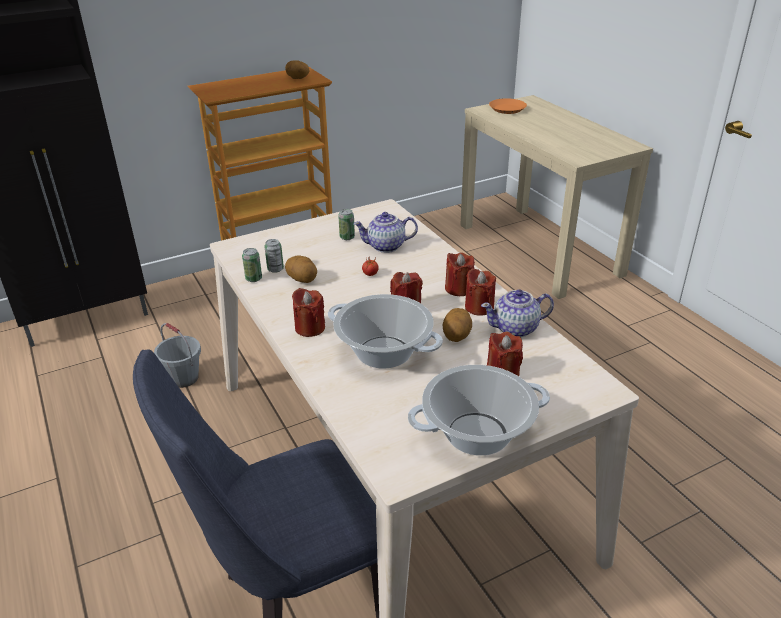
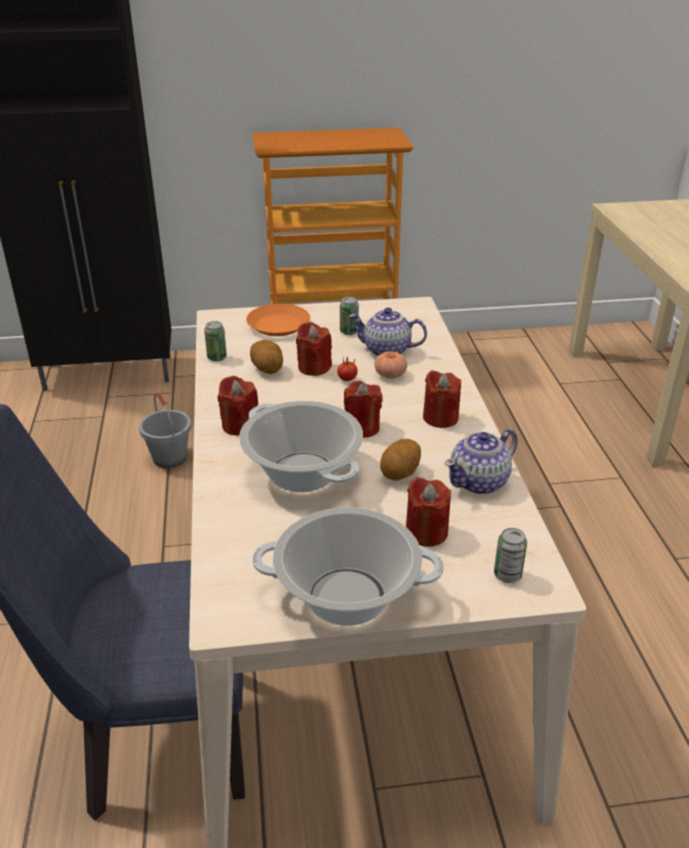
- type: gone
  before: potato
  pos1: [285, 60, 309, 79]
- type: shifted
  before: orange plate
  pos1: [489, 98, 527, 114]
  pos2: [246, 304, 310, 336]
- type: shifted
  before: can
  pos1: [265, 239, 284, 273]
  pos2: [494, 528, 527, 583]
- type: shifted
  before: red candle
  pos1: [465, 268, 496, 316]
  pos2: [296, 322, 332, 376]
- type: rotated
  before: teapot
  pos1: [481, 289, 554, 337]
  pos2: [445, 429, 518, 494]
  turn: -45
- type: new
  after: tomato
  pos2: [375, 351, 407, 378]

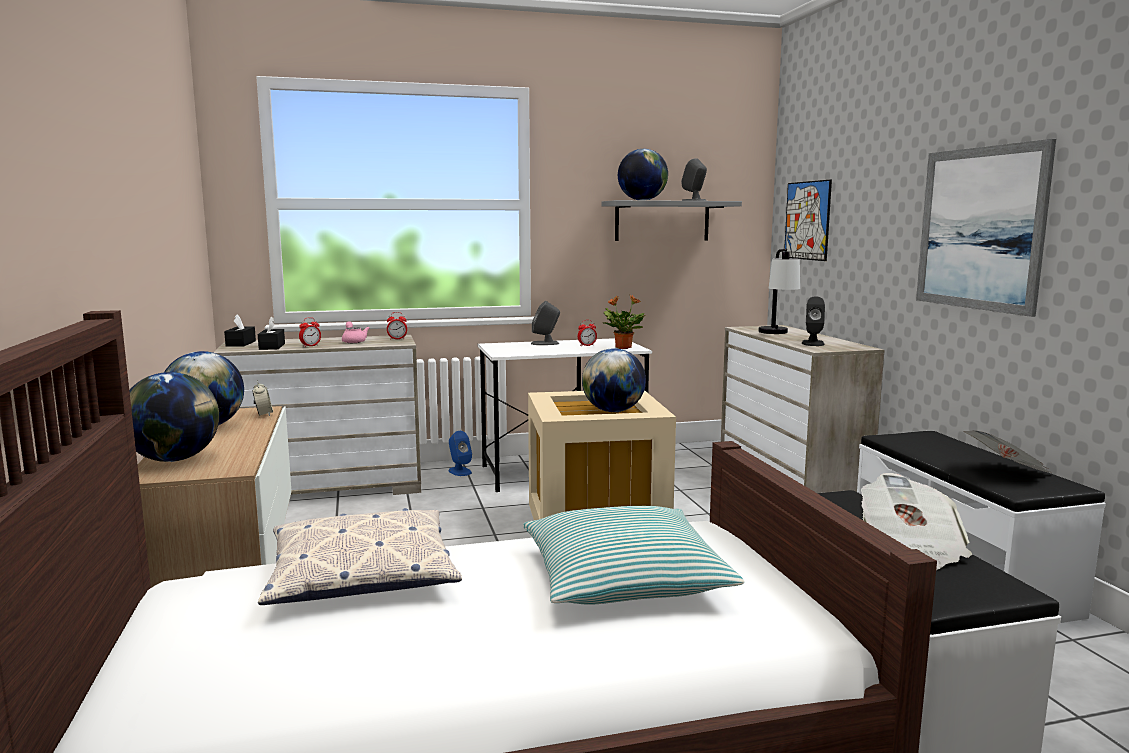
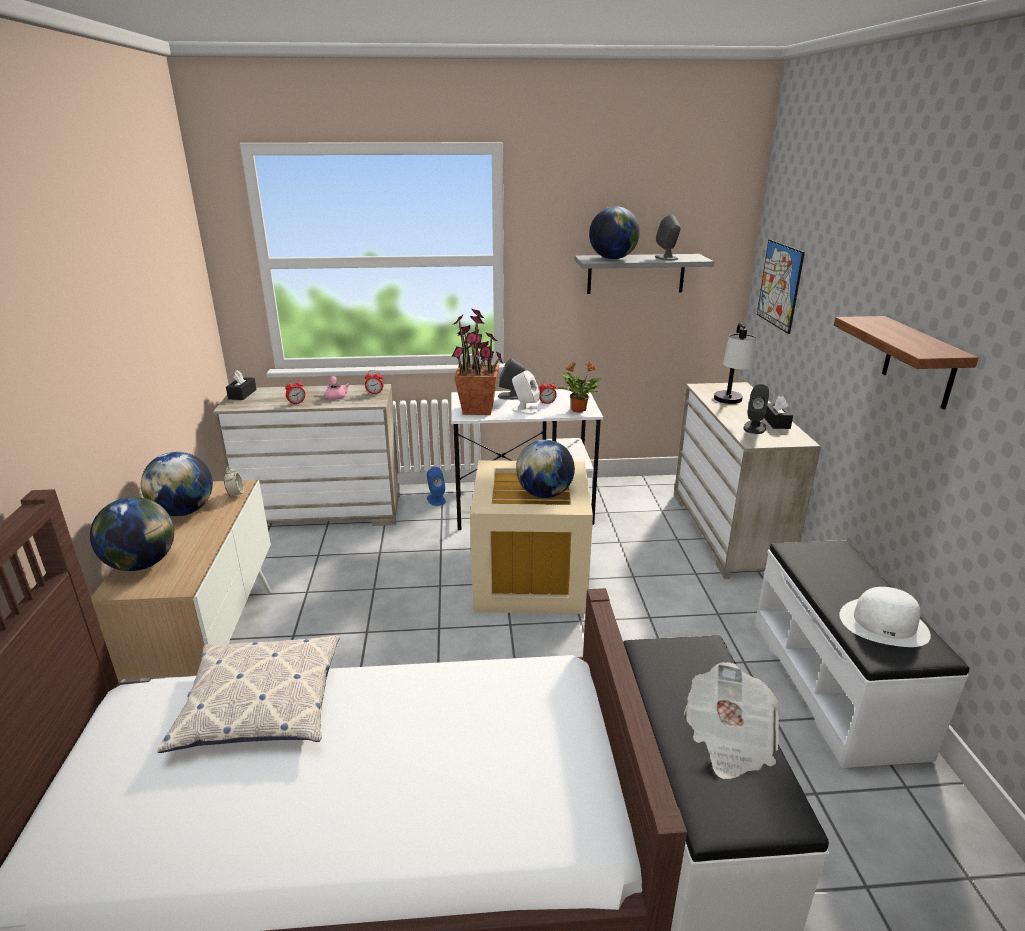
- type: swapped
  before: picture
  after: shelf
  pos1: [916, 139, 1056, 317]
  pos2: [834, 316, 978, 410]
- type: shifted
  before: black tissue box
  pos1: [258, 316, 285, 350]
  pos2: [764, 396, 793, 429]
- type: swapped
  before: newspaper
  after: white hat
  pos1: [963, 430, 1053, 473]
  pos2: [840, 587, 931, 647]
- type: gone
  before: pillow
  pos1: [523, 506, 744, 605]
- type: new
  after: potted plant
  pos2: [452, 309, 503, 415]
- type: new
  after: white speaker
  pos2: [512, 370, 540, 415]

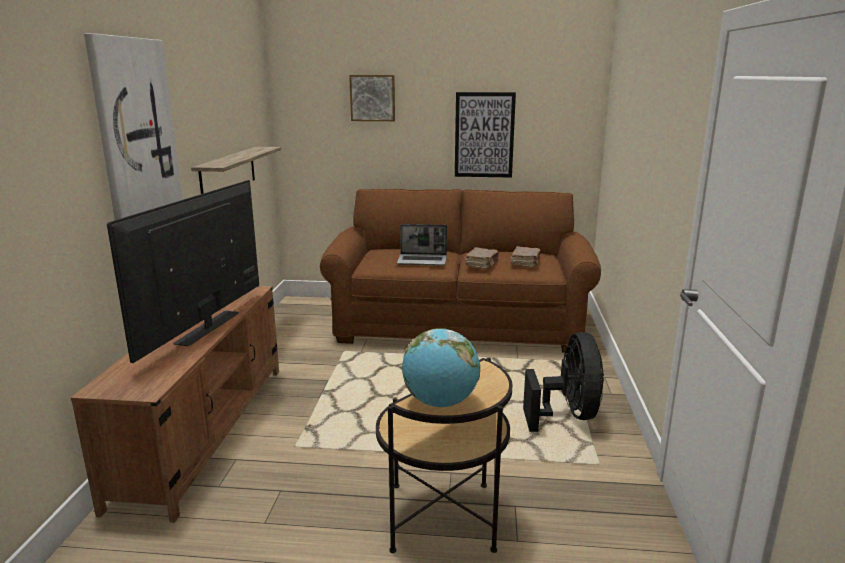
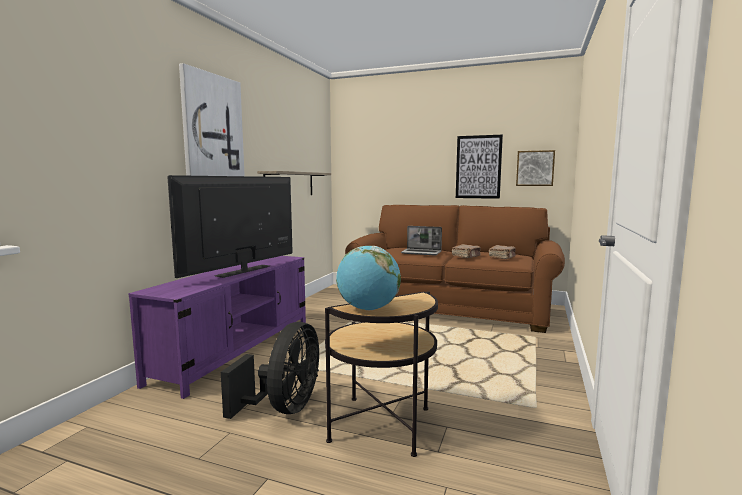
- type: shifted
  before: picture
  pos1: [349, 75, 395, 121]
  pos2: [516, 150, 555, 186]
- type: repainted
  before: brown tv stand
  after: purple tv stand
  pos1: [71, 286, 279, 523]
  pos2: [128, 256, 306, 399]
- type: shifted
  before: black fan
  pos1: [523, 332, 604, 432]
  pos2: [221, 322, 319, 419]

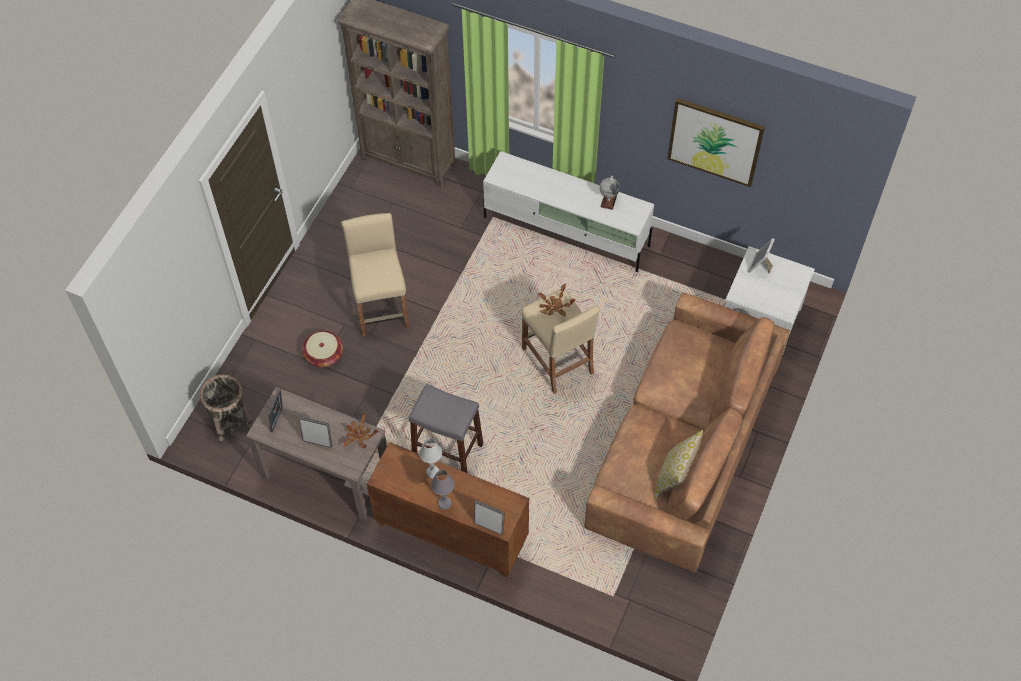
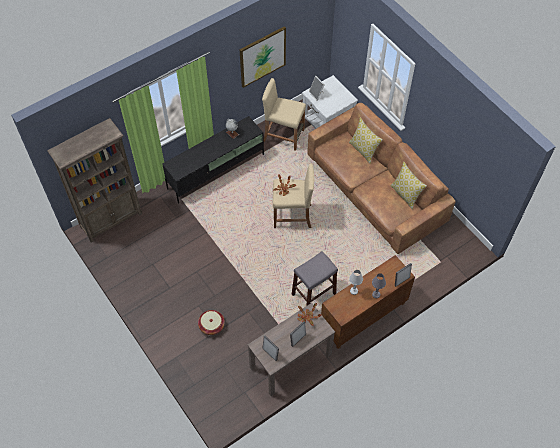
- type: repainted
  before: white tv stand
  after: black tv stand
  pos1: [483, 151, 654, 272]
  pos2: [162, 116, 264, 204]
- type: shifted
  before: beige stool
  pos1: [341, 213, 409, 337]
  pos2: [262, 78, 306, 151]
- type: gone
  before: basket
  pos1: [200, 374, 253, 441]
- type: new
  after: pillow
  pos2: [349, 117, 383, 164]

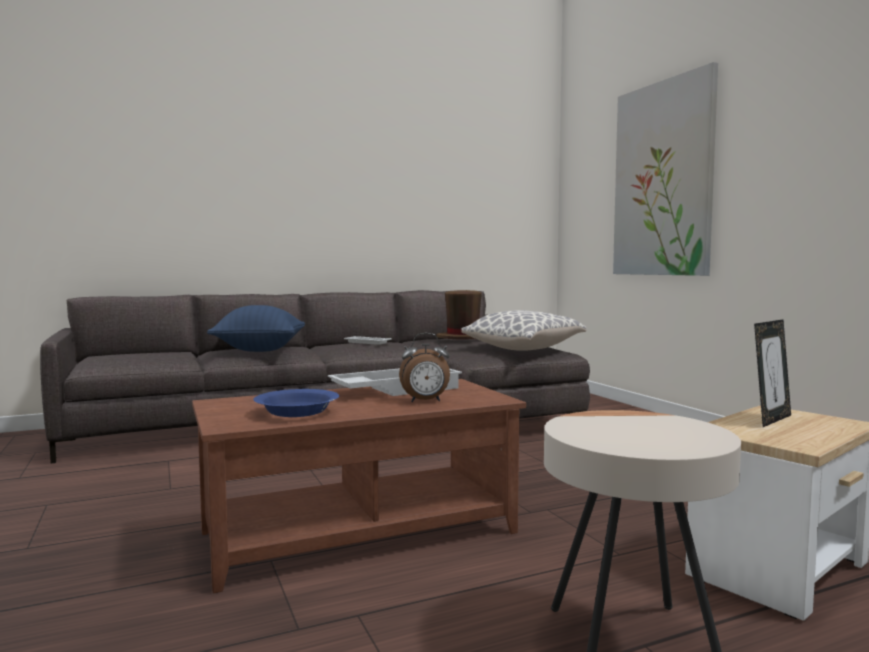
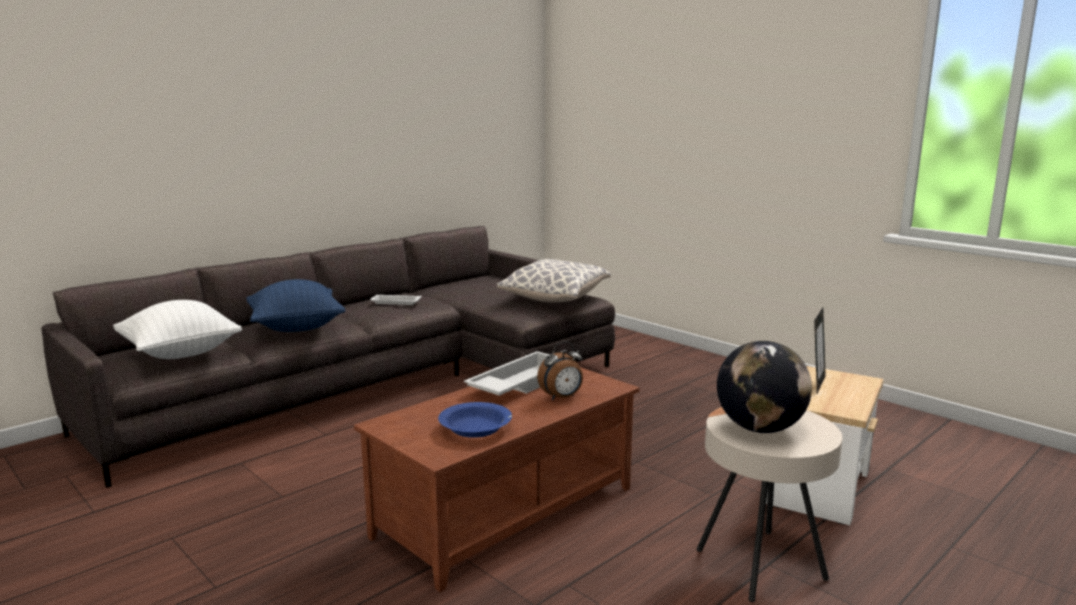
- type: gone
  before: picture
  pos1: [613, 62, 718, 276]
- type: gone
  before: brown hat
  pos1: [437, 290, 482, 339]
- type: new
  after: white pillow
  pos2: [113, 300, 242, 359]
- type: new
  after: globe
  pos2: [717, 341, 812, 433]

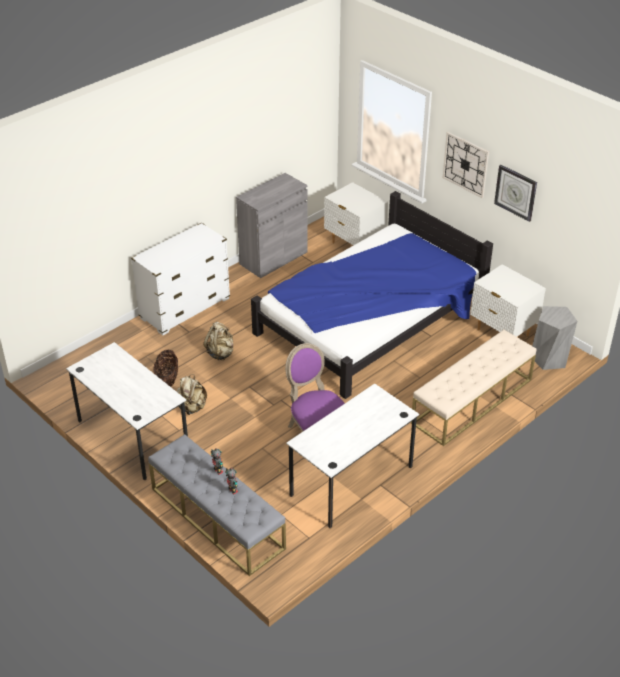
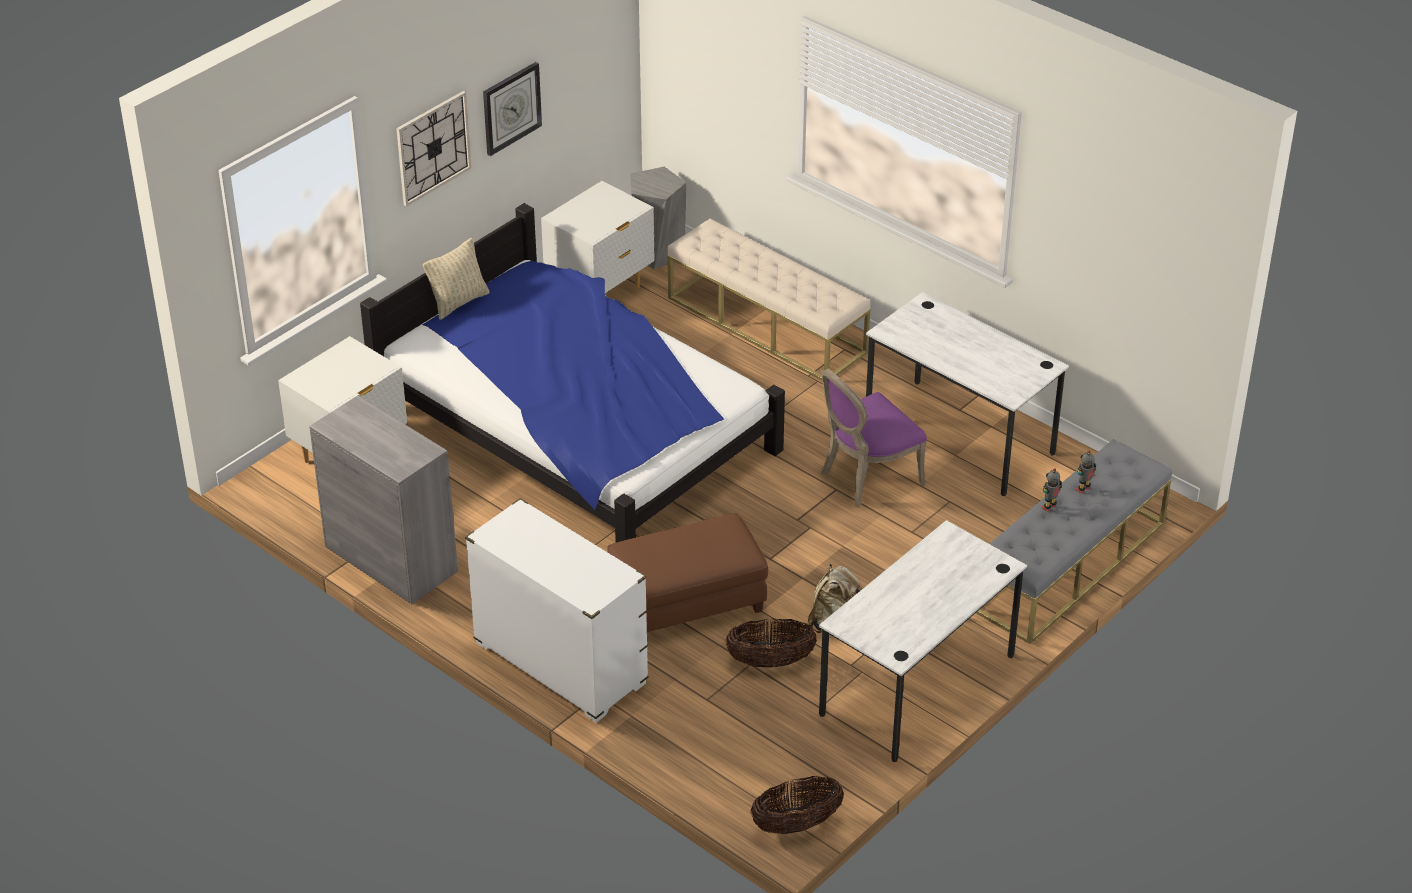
- type: swapped
  before: beige backpack
  after: brown ottoman
  pos1: [204, 322, 234, 360]
  pos2: [607, 514, 768, 632]
- type: new
  after: beige pillow
  pos2: [423, 238, 490, 320]
- type: new
  after: basket
  pos2: [750, 776, 844, 834]

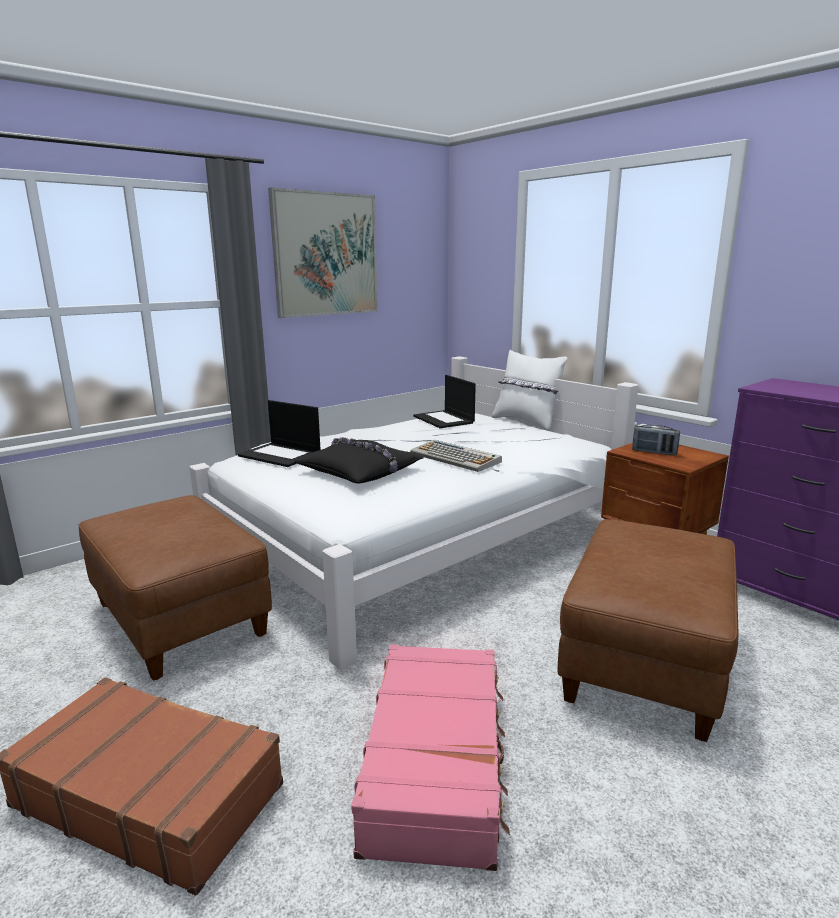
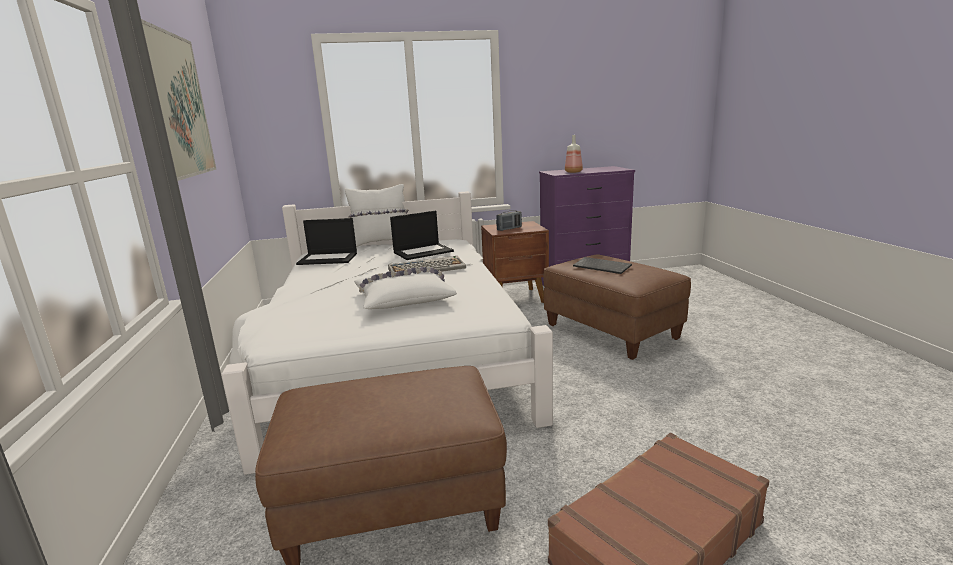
- type: shifted
  before: laptop
  pos1: [238, 400, 321, 467]
  pos2: [390, 211, 454, 260]
- type: repainted
  before: black pillow
  after: white pillow
  pos1: [294, 437, 424, 484]
  pos2: [354, 267, 457, 309]
- type: gone
  before: pink suitcase
  pos1: [351, 644, 510, 871]
- type: new
  after: bottle
  pos2: [565, 135, 583, 173]
- type: new
  after: keyboard
  pos2: [573, 257, 632, 274]

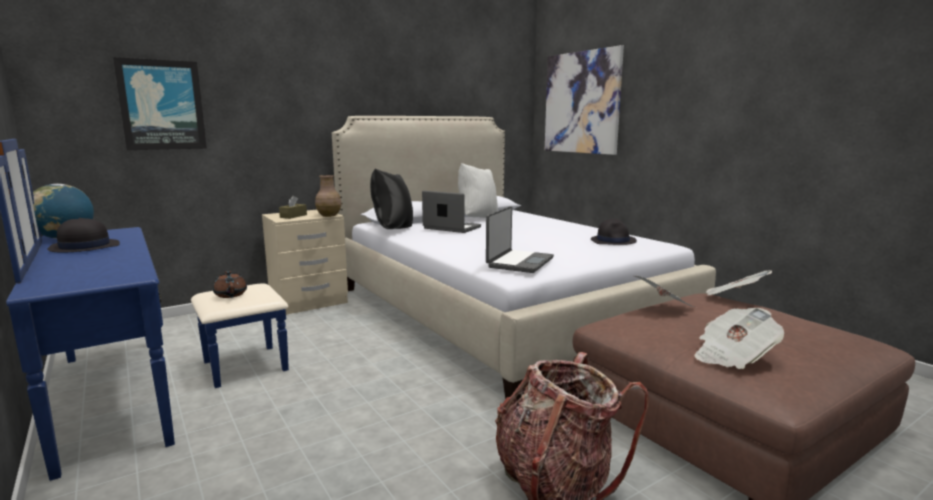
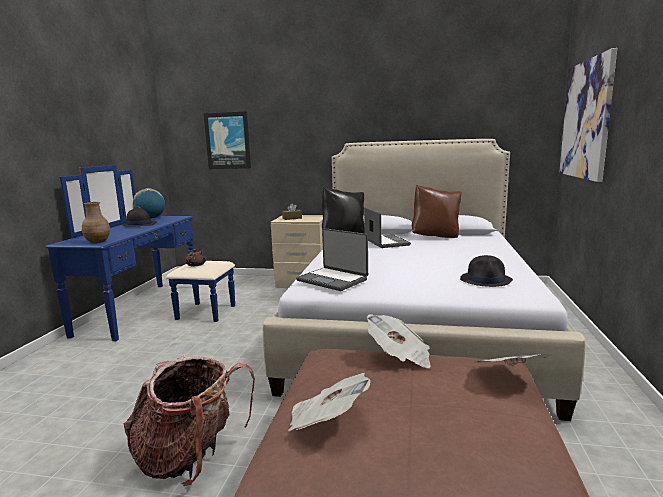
- type: repainted
  before: white pillow
  after: brown pillow
  pos1: [458, 163, 498, 218]
  pos2: [412, 185, 462, 238]
- type: shifted
  before: brown vase
  pos1: [315, 175, 341, 217]
  pos2: [82, 202, 110, 243]
- type: rotated
  before: laptop
  pos1: [486, 206, 554, 273]
  pos2: [296, 228, 368, 291]
  turn: 60

